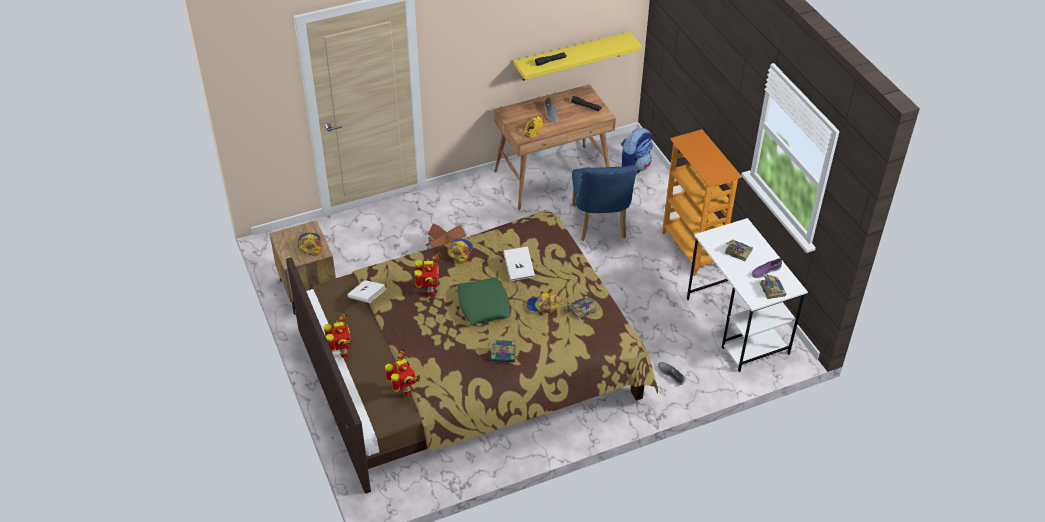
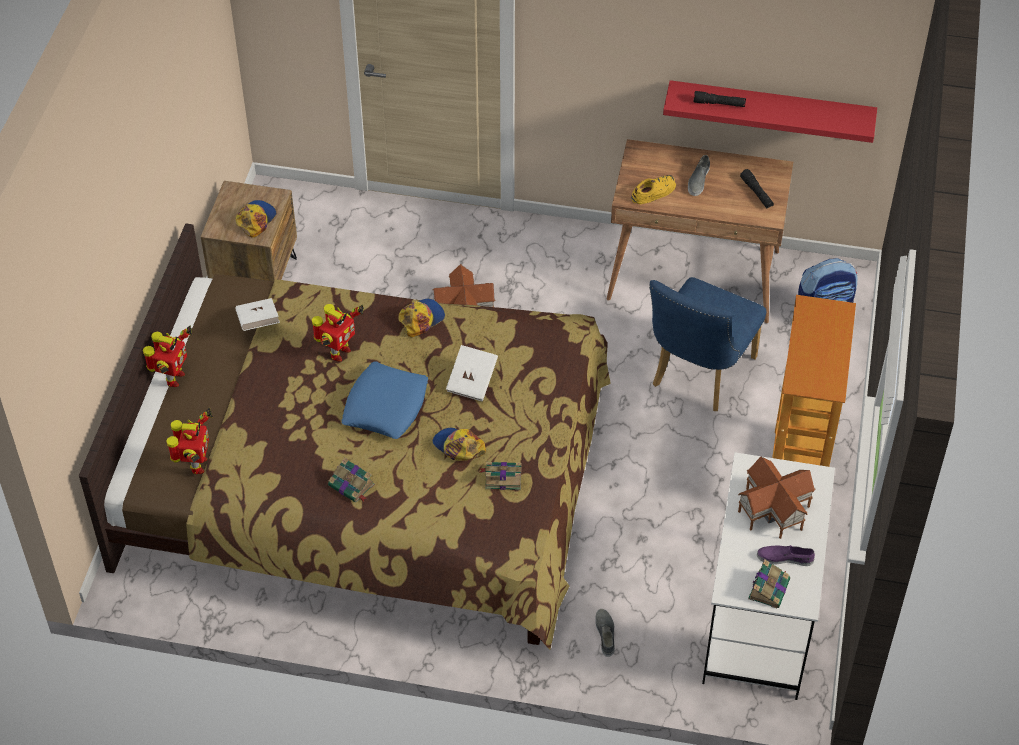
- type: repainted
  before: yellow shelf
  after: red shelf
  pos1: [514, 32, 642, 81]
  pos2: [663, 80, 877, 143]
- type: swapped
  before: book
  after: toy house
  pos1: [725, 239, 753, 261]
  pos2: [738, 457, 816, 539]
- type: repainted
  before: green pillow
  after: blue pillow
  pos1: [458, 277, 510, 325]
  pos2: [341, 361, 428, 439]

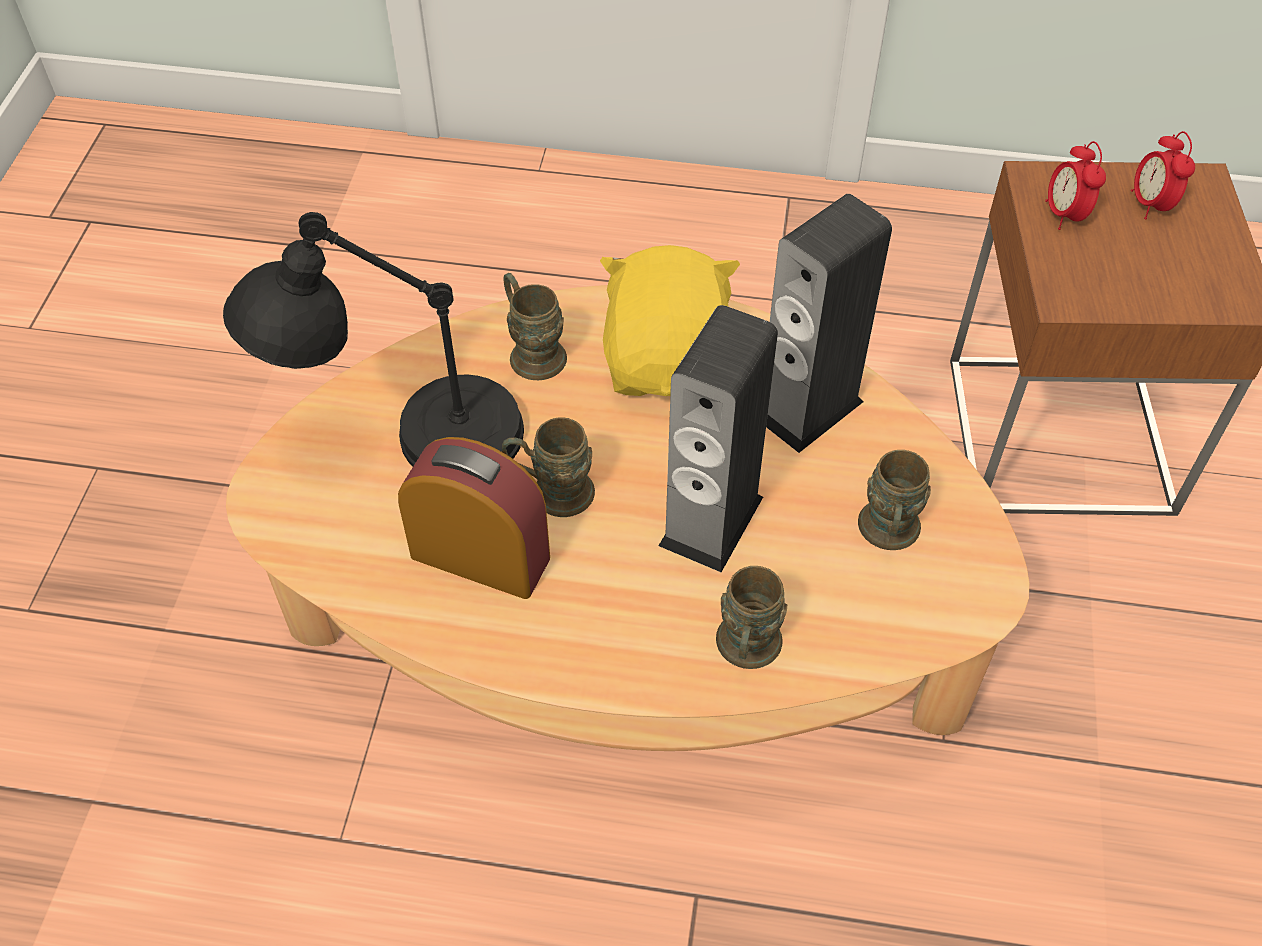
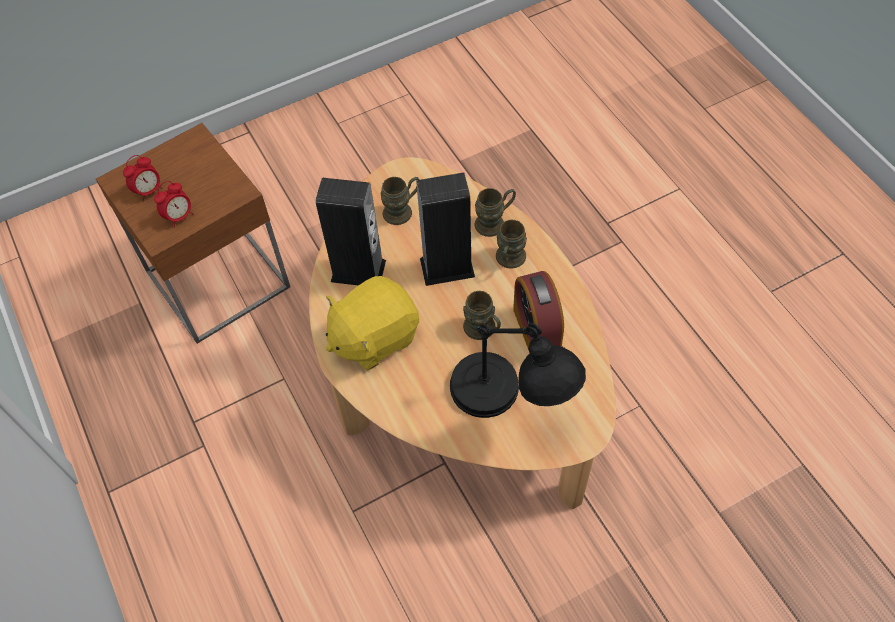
- type: shifted
  before: brown mug
  pos1: [503, 273, 567, 380]
  pos2: [496, 220, 527, 269]

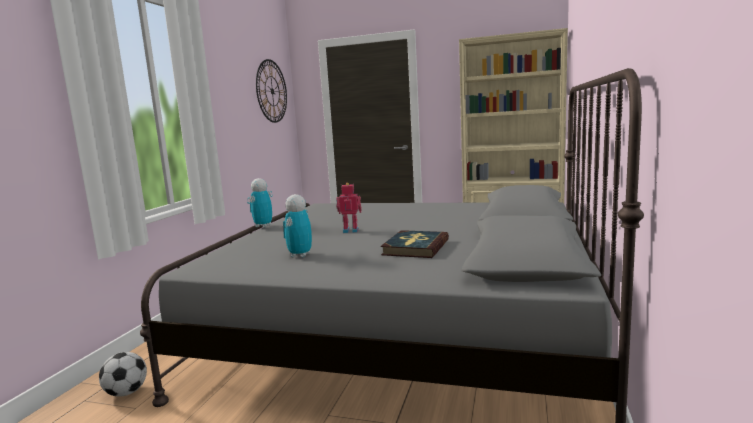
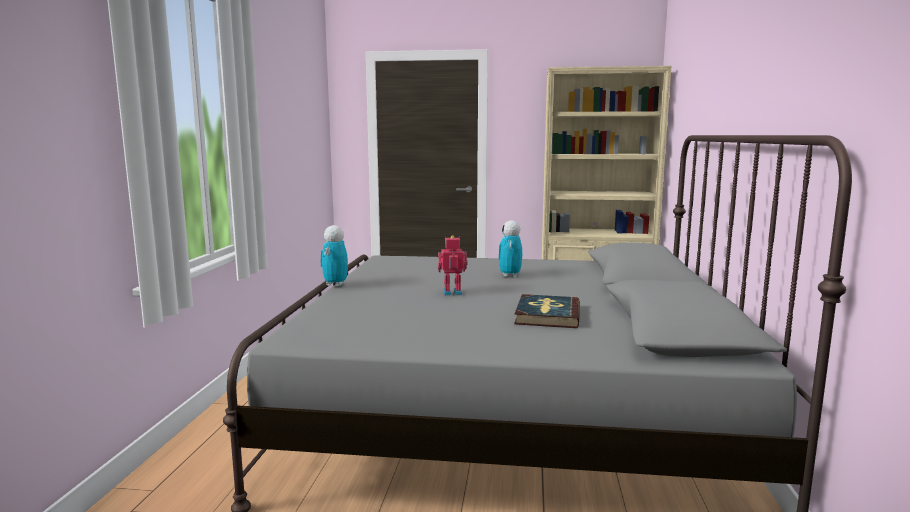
- type: gone
  before: wall clock
  pos1: [256, 59, 287, 123]
- type: shifted
  before: toy robot
  pos1: [283, 194, 312, 258]
  pos2: [498, 220, 522, 277]
- type: gone
  before: football
  pos1: [99, 352, 147, 397]

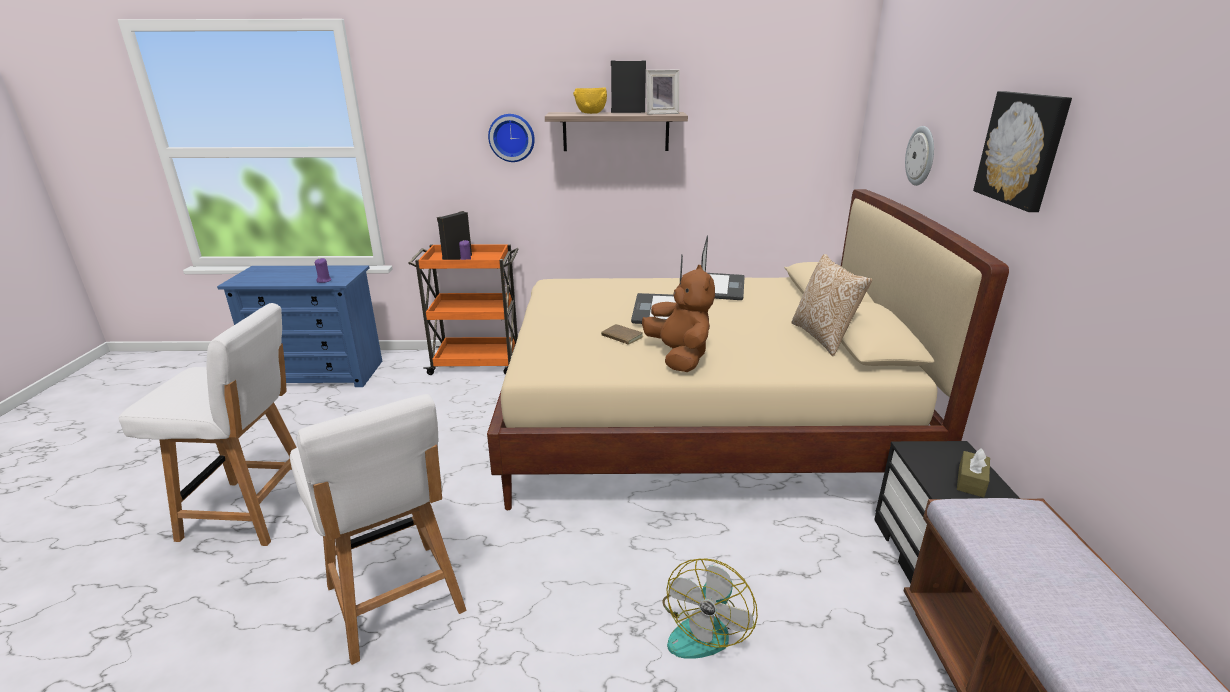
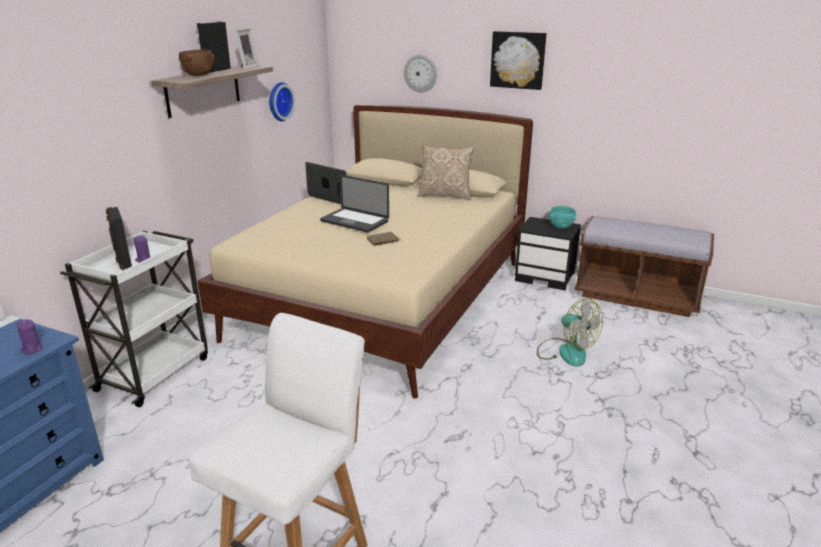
- type: repainted
  before: yellow bowl
  after: brown bowl
  pos1: [573, 87, 607, 114]
  pos2: [179, 49, 214, 76]
- type: shifted
  before: wall clock
  pos1: [488, 114, 535, 162]
  pos2: [269, 82, 295, 121]
- type: repainted
  before: orange cart
  after: white cart
  pos1: [408, 244, 519, 375]
  pos2: [60, 230, 208, 407]
- type: gone
  before: brown plush toy
  pos1: [642, 265, 715, 372]
- type: gone
  before: white chair
  pos1: [290, 394, 466, 665]
- type: swapped
  before: brown tissue box
  after: turquoise bowl
  pos1: [957, 448, 990, 498]
  pos2: [549, 206, 576, 229]

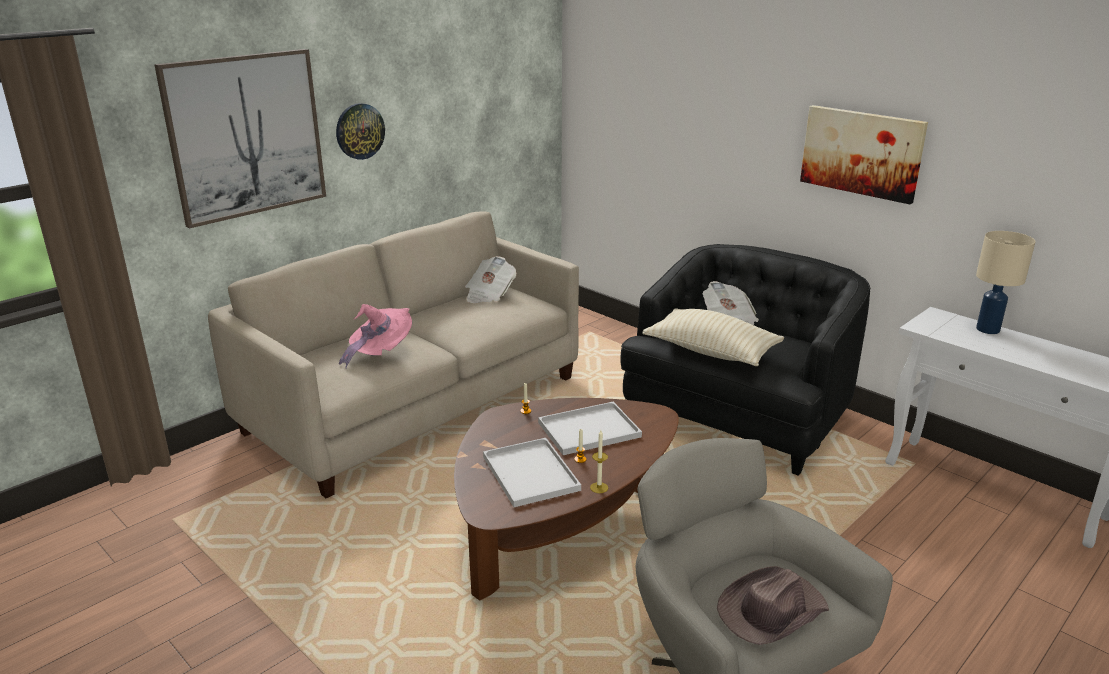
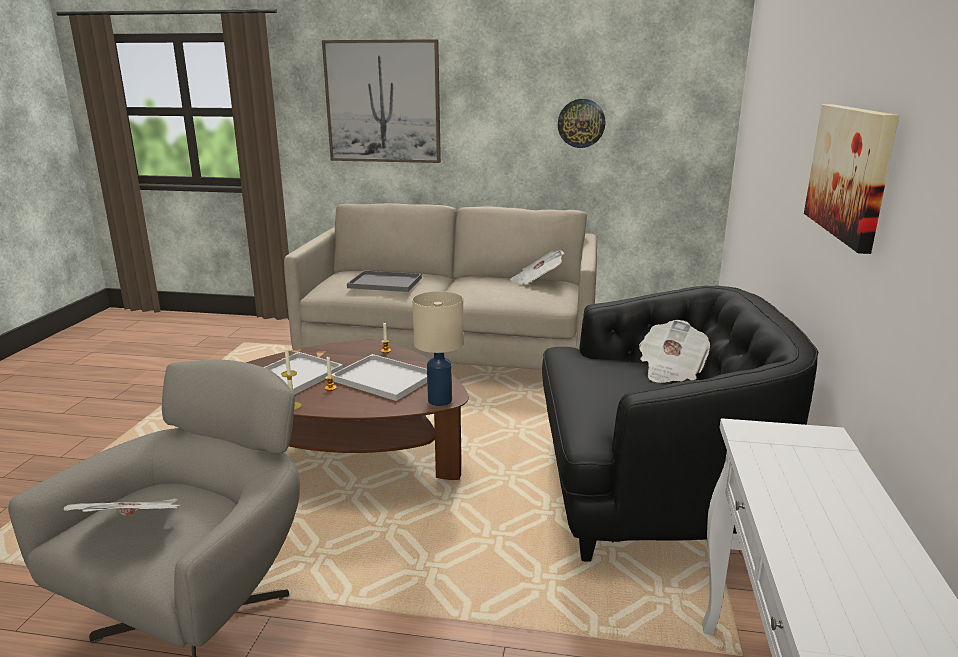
- type: shifted
  before: wall clock
  pos1: [336, 103, 385, 160]
  pos2: [558, 99, 605, 148]
- type: shifted
  before: beige table lamp
  pos1: [976, 231, 1036, 334]
  pos2: [412, 291, 464, 406]
- type: swapped
  before: pink hat
  after: grey tray
  pos1: [339, 304, 412, 368]
  pos2: [347, 270, 422, 292]
- type: gone
  before: beige pillow
  pos1: [642, 308, 784, 366]
- type: swapped
  before: brown hat
  after: newspaper
  pos1: [717, 566, 829, 645]
  pos2: [64, 499, 180, 516]

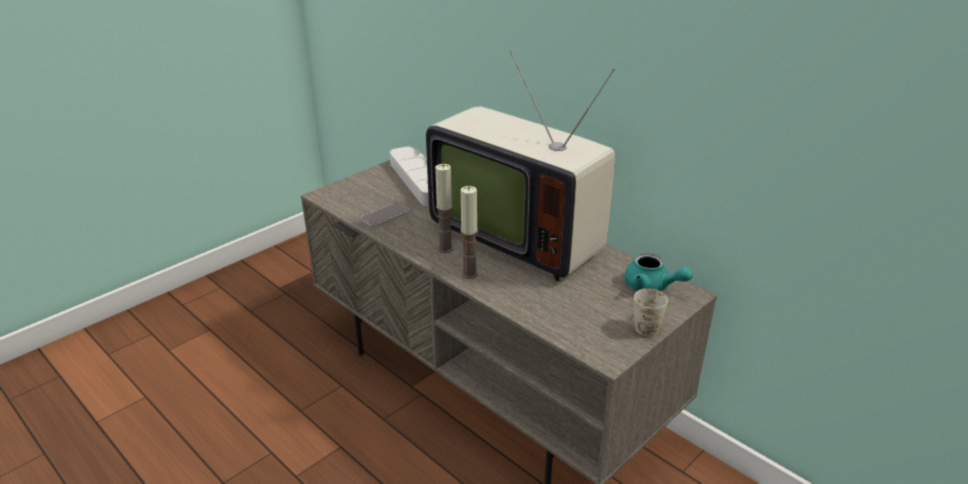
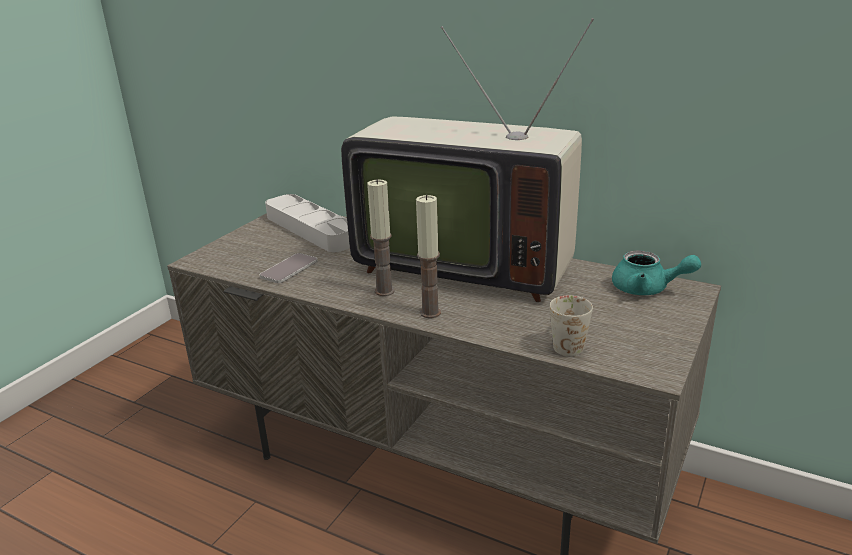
- type: shifted
  before: white mug
  pos1: [634, 288, 668, 337]
  pos2: [550, 295, 593, 356]

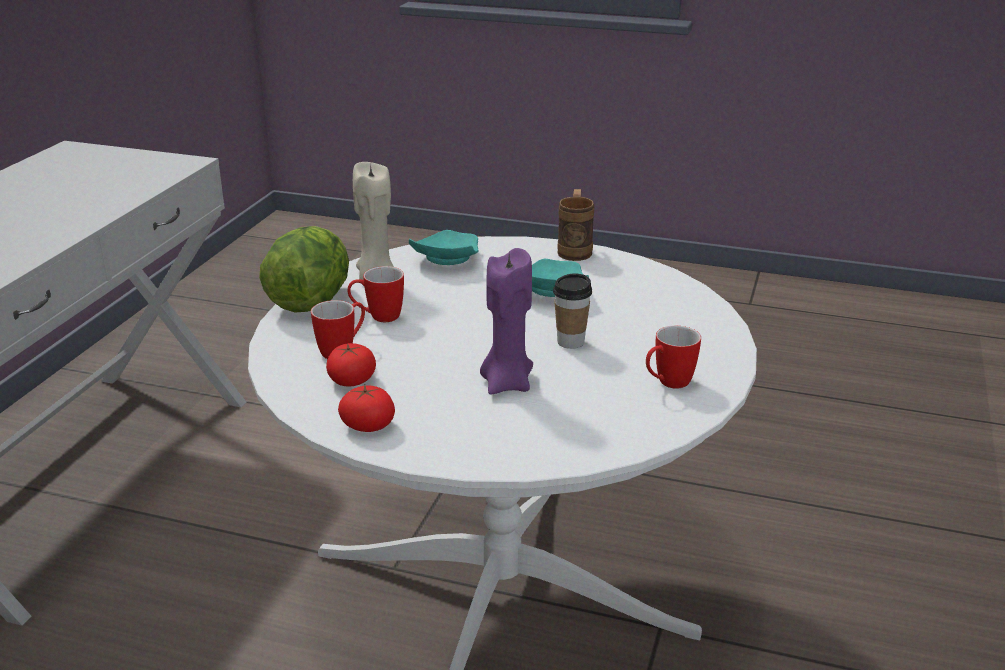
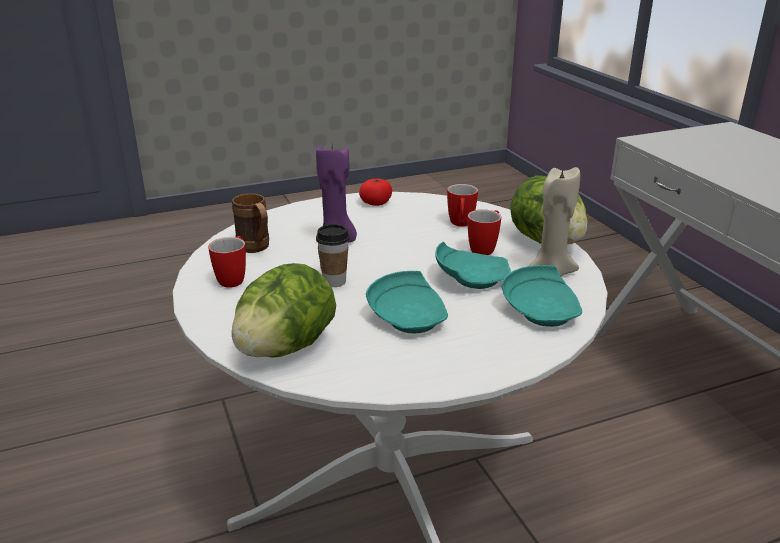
- type: shifted
  before: brown mug
  pos1: [558, 189, 594, 261]
  pos2: [232, 193, 269, 253]
- type: gone
  before: tomato
  pos1: [326, 343, 376, 387]
- type: new
  after: turquoise plate
  pos2: [435, 242, 511, 289]
- type: new
  after: lettuce
  pos2: [232, 263, 336, 358]

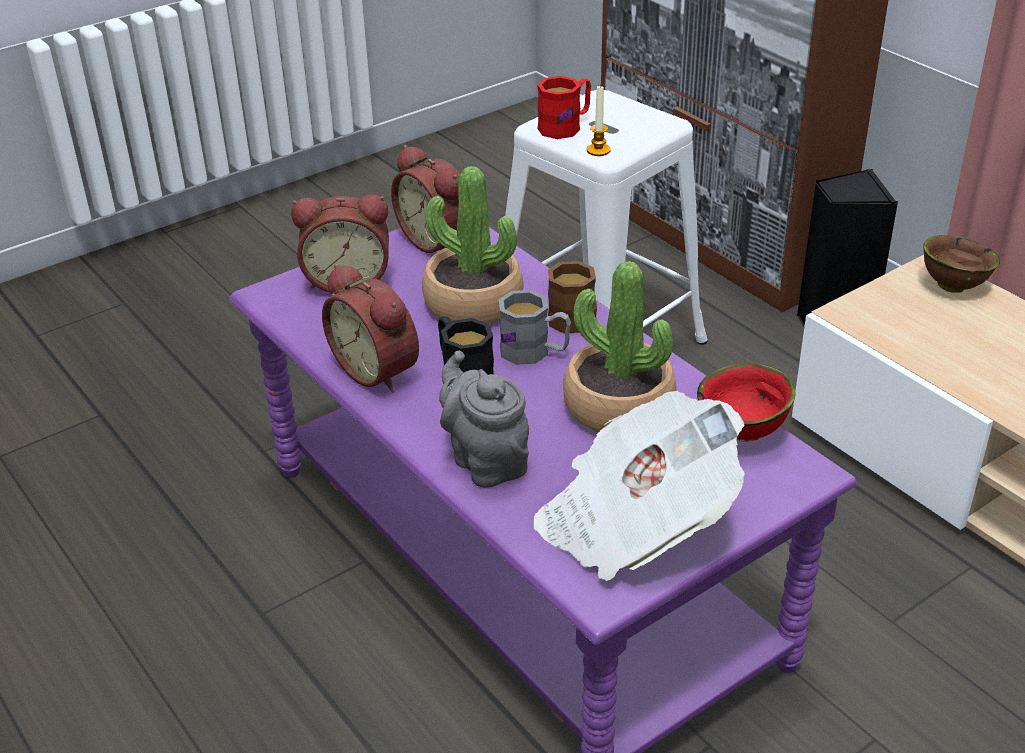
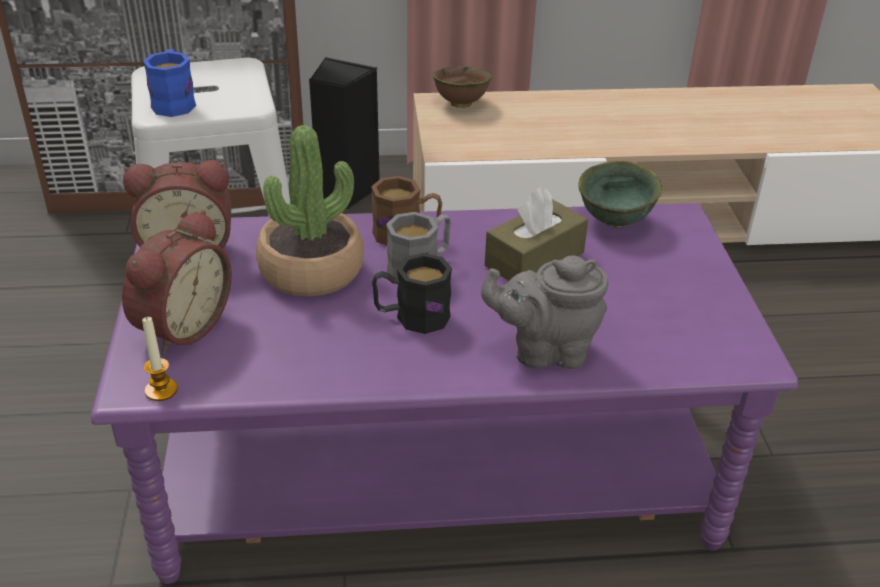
- type: repainted
  before: red mug
  after: blue mug
  pos1: [537, 76, 591, 139]
  pos2: [143, 49, 196, 117]
- type: shifted
  before: candle
  pos1: [587, 86, 611, 156]
  pos2: [142, 316, 178, 401]
- type: swapped
  before: potted plant
  after: brown tissue box
  pos1: [563, 261, 677, 432]
  pos2: [485, 187, 588, 281]
- type: gone
  before: alarm clock
  pos1: [322, 264, 419, 393]
- type: repainted
  before: red bowl
  after: green bowl
  pos1: [697, 362, 796, 441]
  pos2: [579, 161, 662, 228]
- type: gone
  before: newspaper
  pos1: [534, 391, 745, 581]

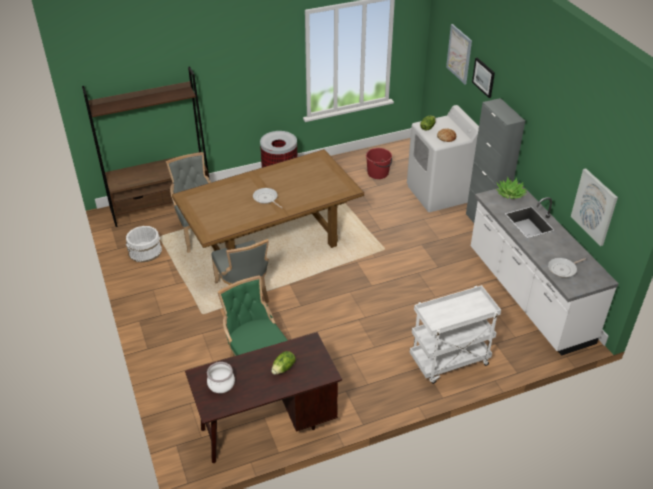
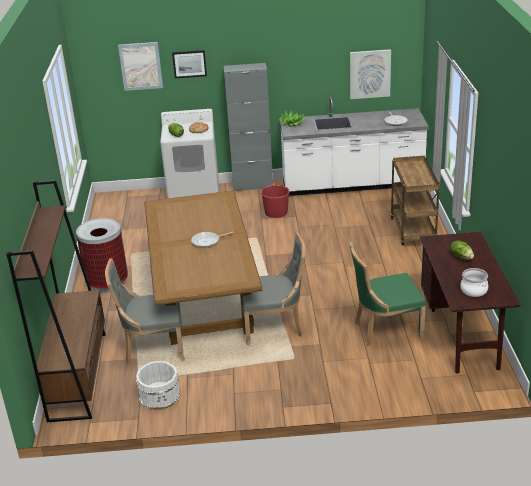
- type: shifted
  before: red bucket
  pos1: [366, 148, 392, 179]
  pos2: [261, 185, 291, 218]
- type: repainted
  before: white cart
  after: brown cart
  pos1: [410, 285, 501, 384]
  pos2: [391, 156, 440, 245]

